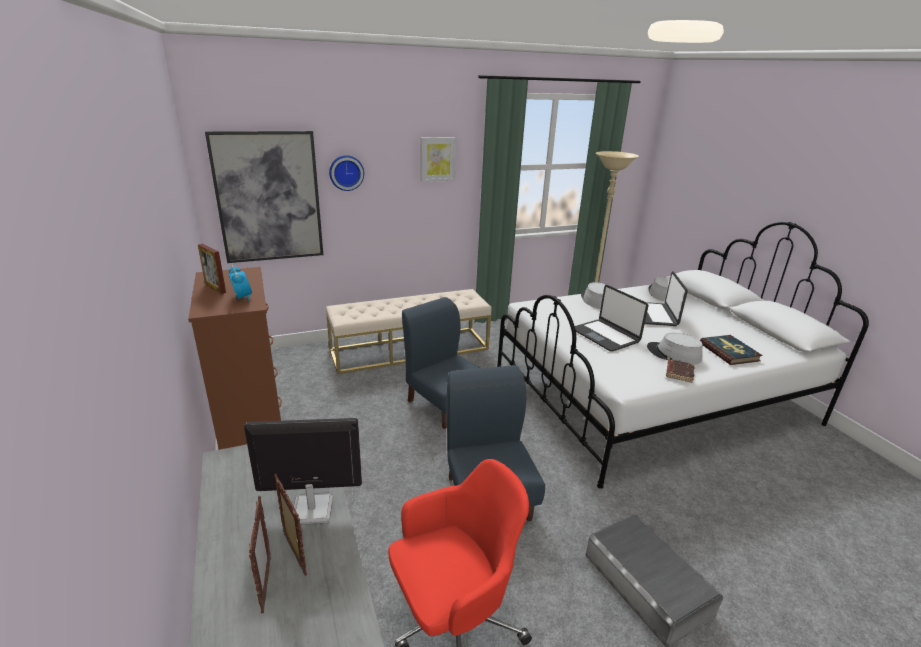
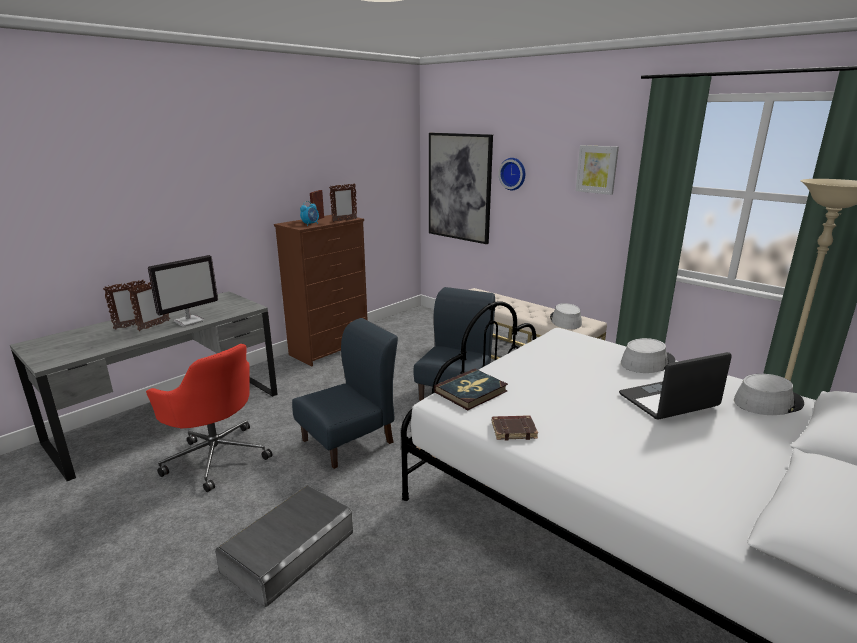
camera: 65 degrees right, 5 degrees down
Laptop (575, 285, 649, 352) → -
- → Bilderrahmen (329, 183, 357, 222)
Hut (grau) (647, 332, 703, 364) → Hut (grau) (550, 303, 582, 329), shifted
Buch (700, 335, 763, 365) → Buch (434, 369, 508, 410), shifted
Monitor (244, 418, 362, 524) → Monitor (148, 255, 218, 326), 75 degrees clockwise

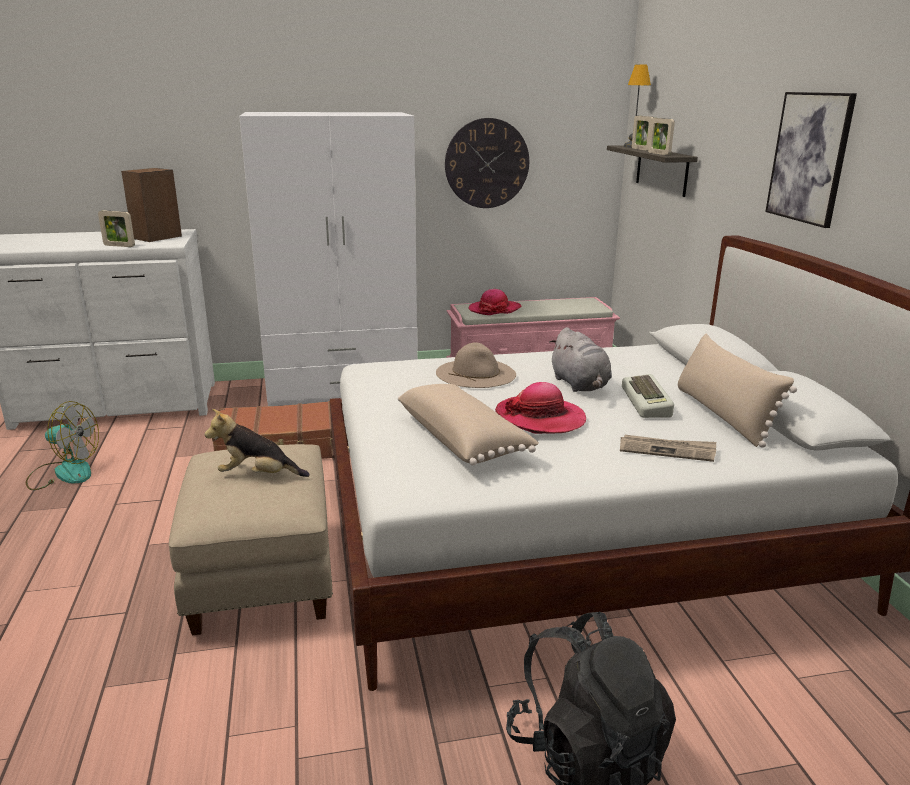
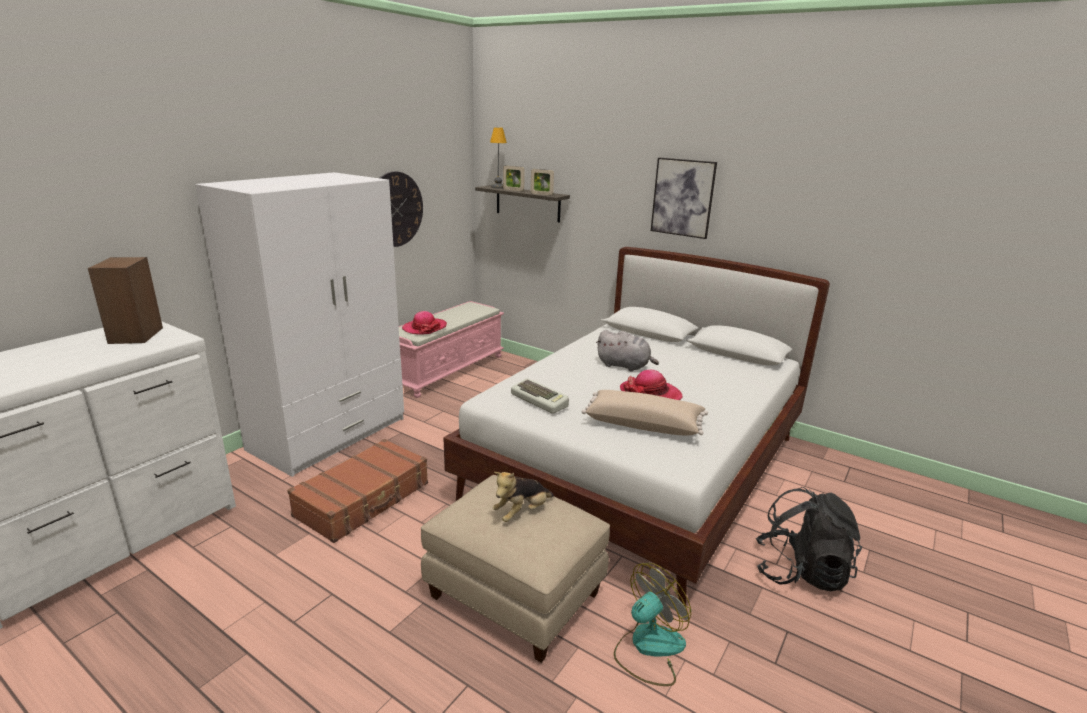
camera: 45 degrees left, 0 degrees up
Bilderrahmen (98, 210, 135, 247) → -
Hut (beige) (436, 342, 516, 388) → -
Zeitung (620, 435, 716, 462) → -
Kissen (beige) (678, 333, 797, 448) → -
Ventilator (26, 401, 99, 490) → Ventilator (614, 563, 691, 686), shifted
Tastatur (622, 374, 674, 418) → Tastatur (511, 378, 569, 414), shifted

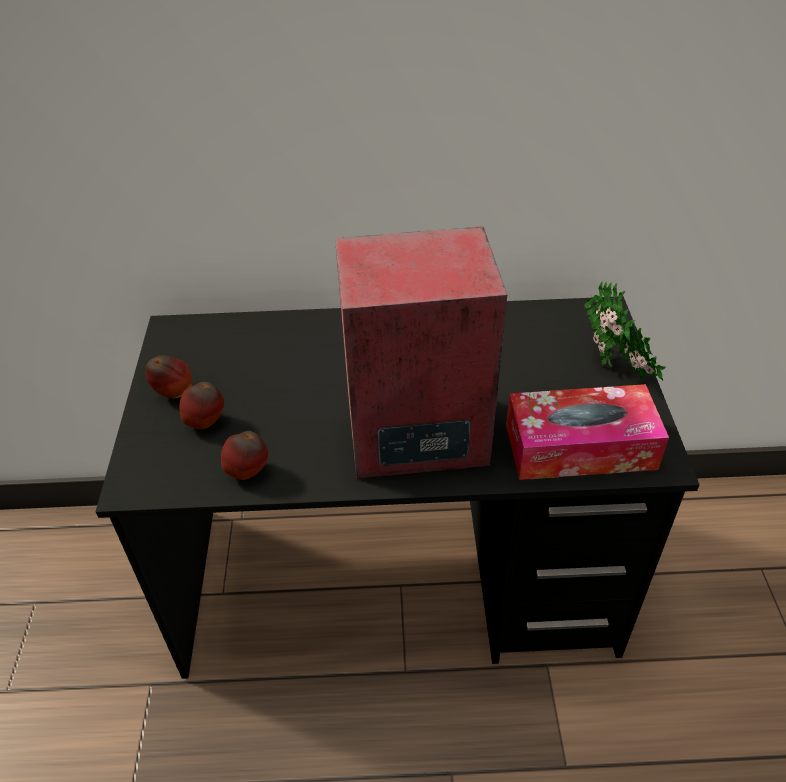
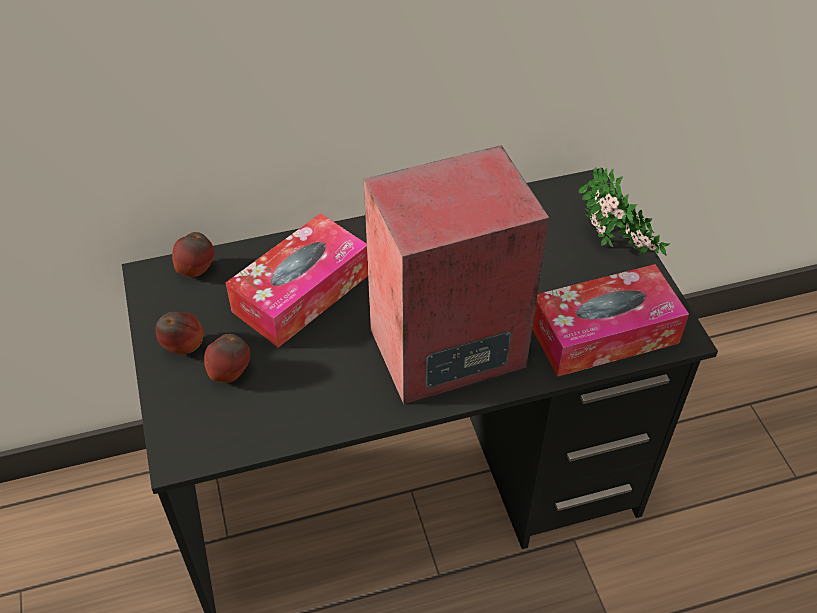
camera: 15 degrees left, 5 degrees up
- → Taschentuchbox (226, 213, 368, 348)
Apfel (221, 431, 268, 480) → Apfel (172, 232, 215, 277), shifted

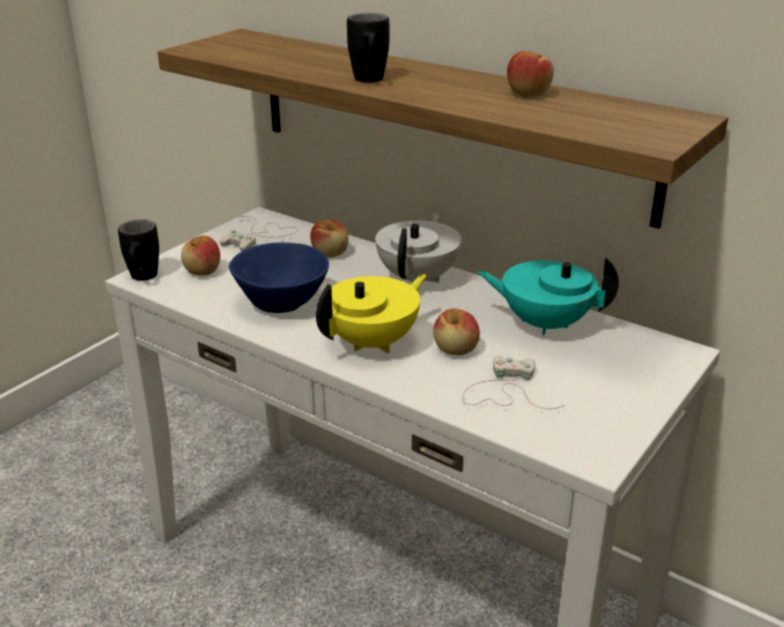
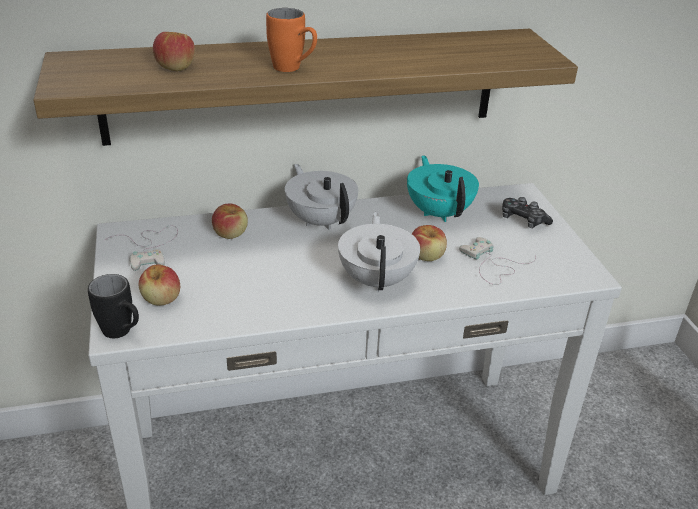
camera: 50 degrees left, 5 degrees up
Schüssel (blau) (229, 242, 329, 313) → -
- → Gamepad (502, 197, 553, 228)
Apfel (507, 51, 554, 97) → Apfel (153, 32, 195, 71), shifted
Teekanne (gelb) (316, 274, 427, 353) → Teekanne (weiß) (338, 212, 420, 292)
Henkelbecher (schwarz) (347, 13, 389, 82) → Henkelbecher (orange) (266, 8, 317, 72)
Teekanne (türkis) (478, 257, 619, 335) → Teekanne (türkis) (407, 155, 479, 222), 105 degrees clockwise

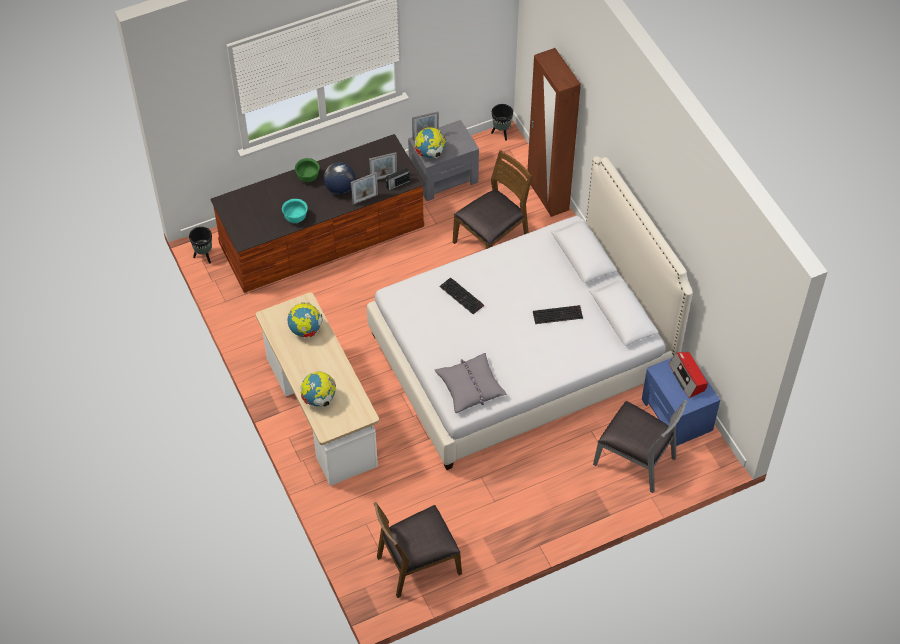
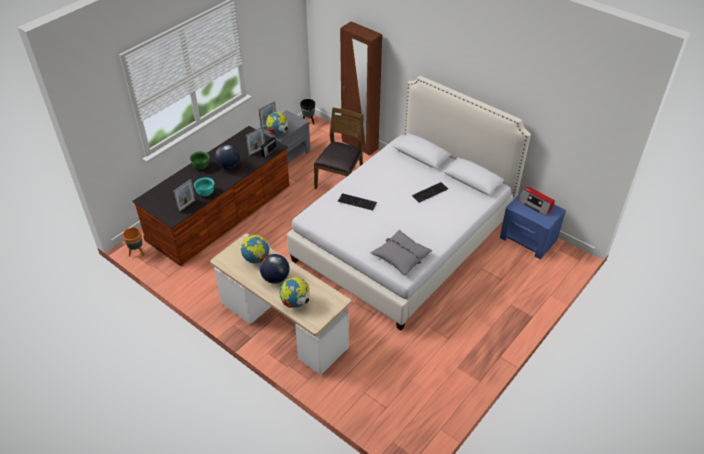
camera: 25 degrees left, 10 degrees down
Stuhl (braun) (373, 502, 462, 598) → -
Stuhl (grau) (593, 399, 688, 493) → -
- → Globus (260, 254, 289, 283)
Bilderrahmen (351, 172, 378, 205) → Bilderrahmen (173, 179, 196, 212), shifted
Pflanzkübel (schwarz) (189, 227, 212, 264) → Pflanzkübel (orange) (122, 227, 145, 257)

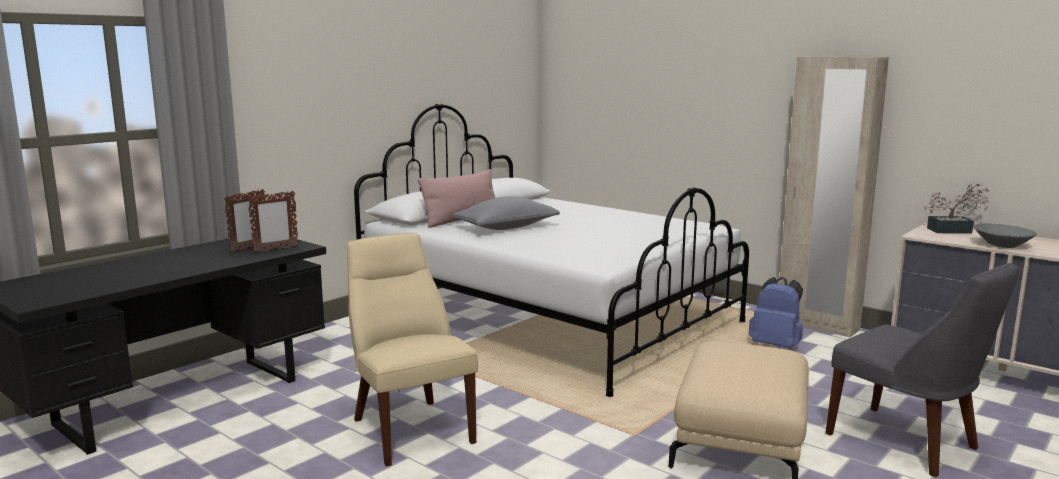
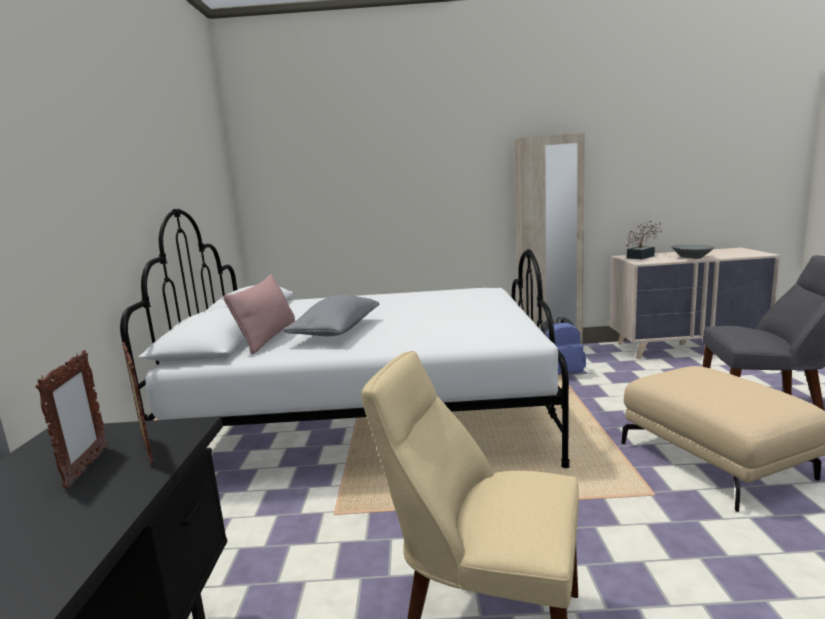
camera: 40 degrees left, 0 degrees up
Bilderrahmen (248, 191, 299, 253) → Bilderrahmen (122, 342, 154, 465), 45 degrees counterclockwise

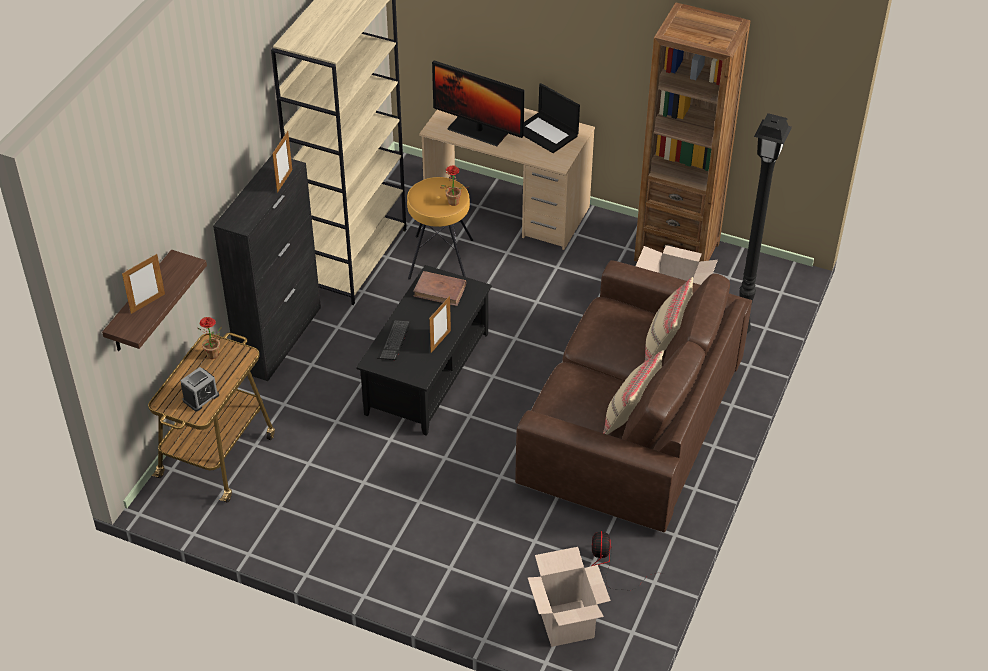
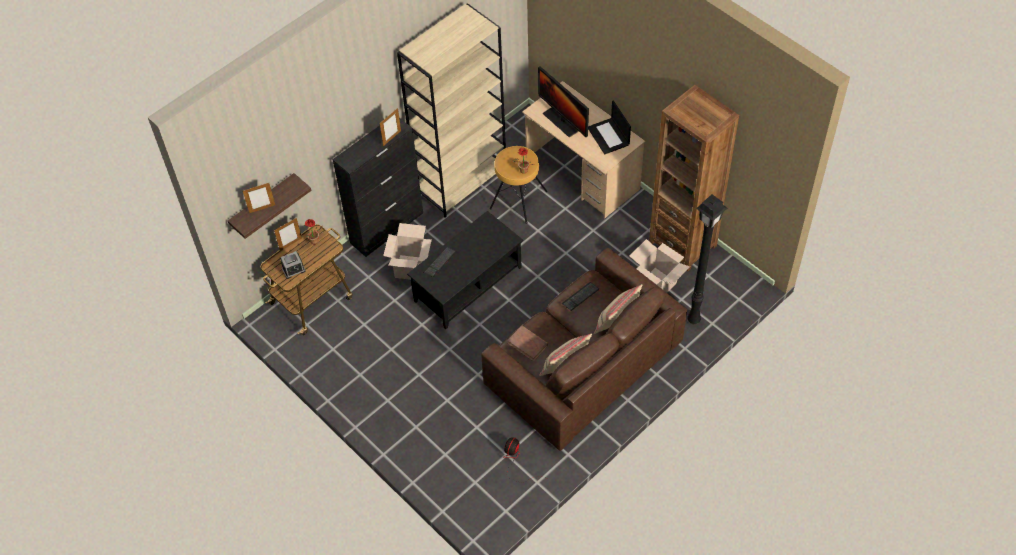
camera: 25 degrees right, 10 degrees up
- → Tastatur (562, 282, 599, 311)
Buch (braun) (413, 271, 466, 306) → Buch (braun) (507, 326, 548, 362), shifted
Bilderrahmen (429, 296, 451, 353) → Bilderrahmen (274, 218, 302, 251), shifted
Karton (528, 547, 611, 647) → Karton (383, 223, 432, 280), shifted

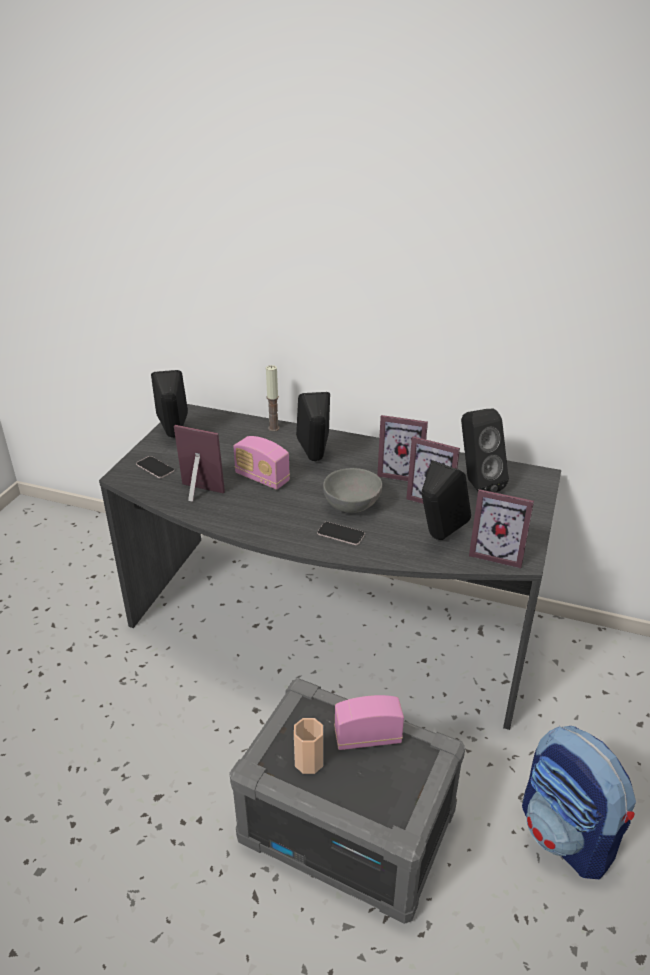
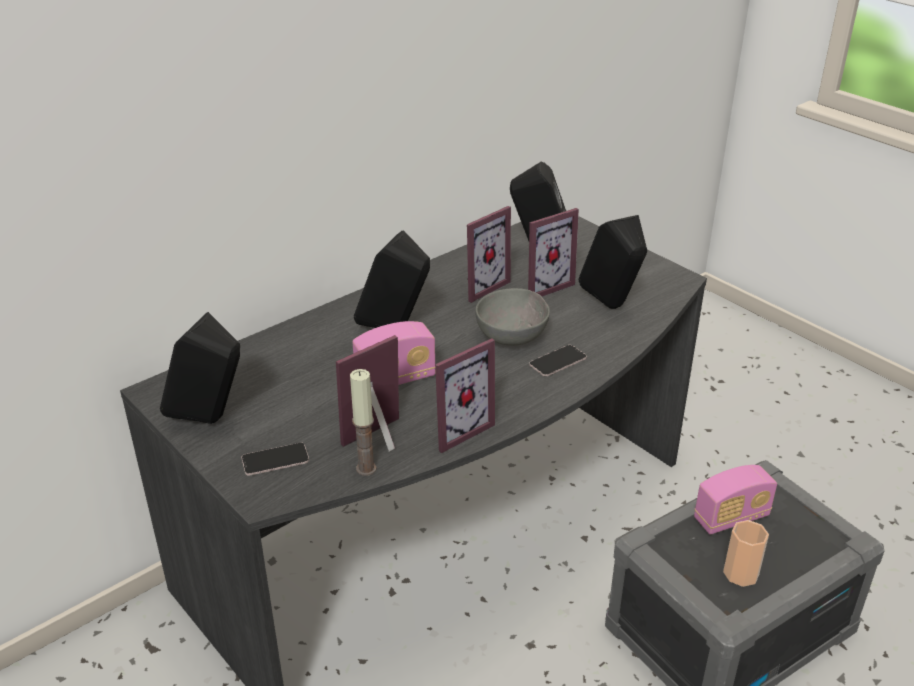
camera: 60 degrees left, 0 degrees up
Rucksack (522, 726, 636, 879) → -
Kerze (266, 365, 280, 431) → Kerze (350, 369, 377, 476), shifted
Bilderrahmen (469, 489, 534, 568) → Bilderrahmen (435, 338, 495, 453), shifted
Radio (334, 695, 404, 750) → Radio (694, 465, 777, 535), 135 degrees counterclockwise

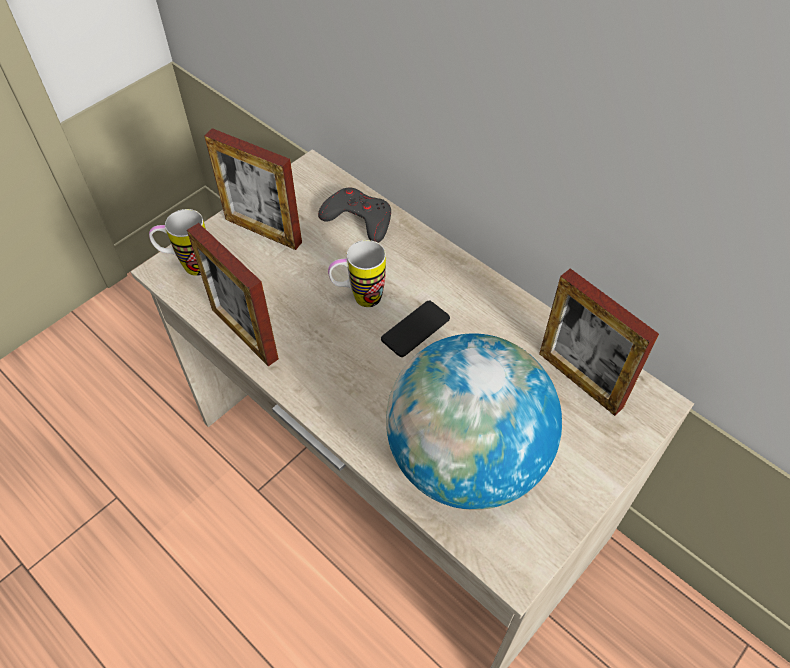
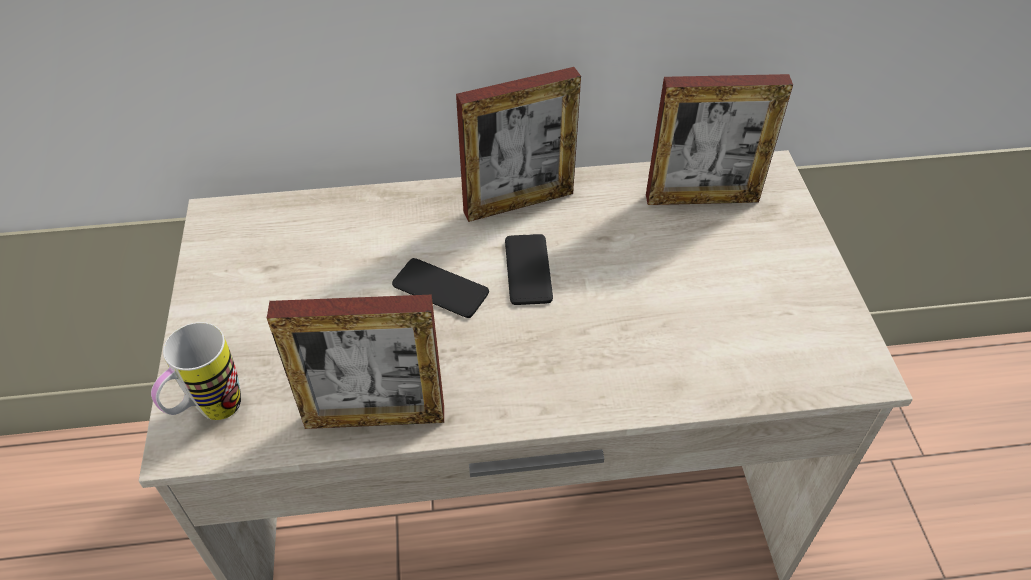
camera: 50 degrees left, 5 degrees down
Gamepad (grau) (318, 188, 391, 243) → -
Globus (386, 333, 562, 510) → -
Bilderrahmen (204, 128, 302, 250) → Bilderrahmen (456, 67, 581, 222), shifted
Henkelbecher (328, 240, 386, 307) → Handy (392, 258, 489, 318)

